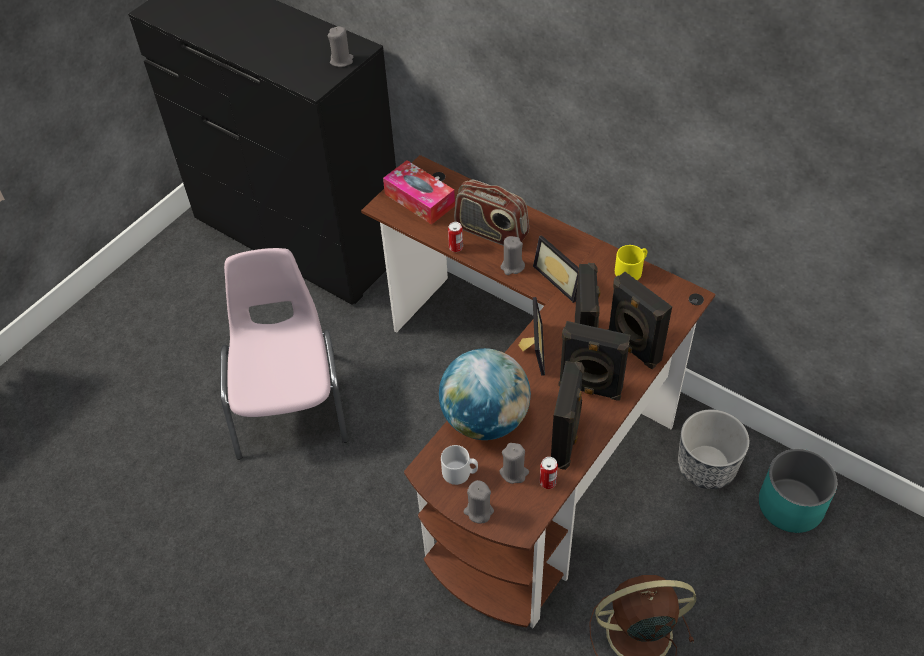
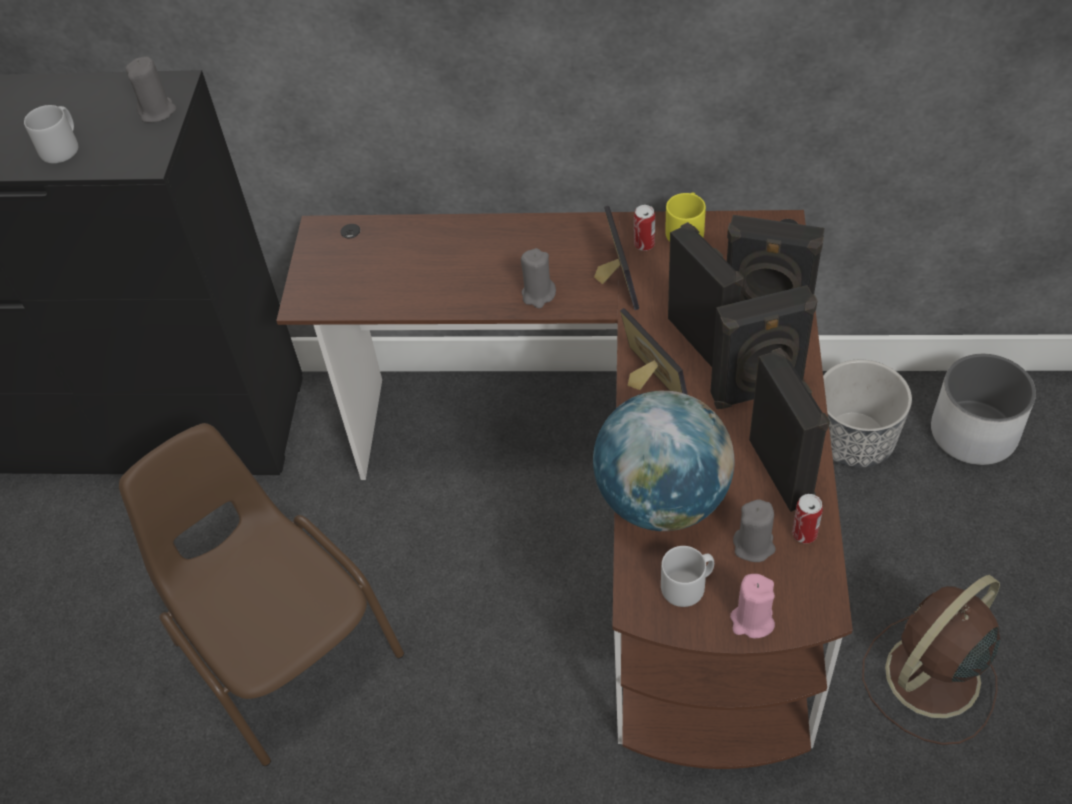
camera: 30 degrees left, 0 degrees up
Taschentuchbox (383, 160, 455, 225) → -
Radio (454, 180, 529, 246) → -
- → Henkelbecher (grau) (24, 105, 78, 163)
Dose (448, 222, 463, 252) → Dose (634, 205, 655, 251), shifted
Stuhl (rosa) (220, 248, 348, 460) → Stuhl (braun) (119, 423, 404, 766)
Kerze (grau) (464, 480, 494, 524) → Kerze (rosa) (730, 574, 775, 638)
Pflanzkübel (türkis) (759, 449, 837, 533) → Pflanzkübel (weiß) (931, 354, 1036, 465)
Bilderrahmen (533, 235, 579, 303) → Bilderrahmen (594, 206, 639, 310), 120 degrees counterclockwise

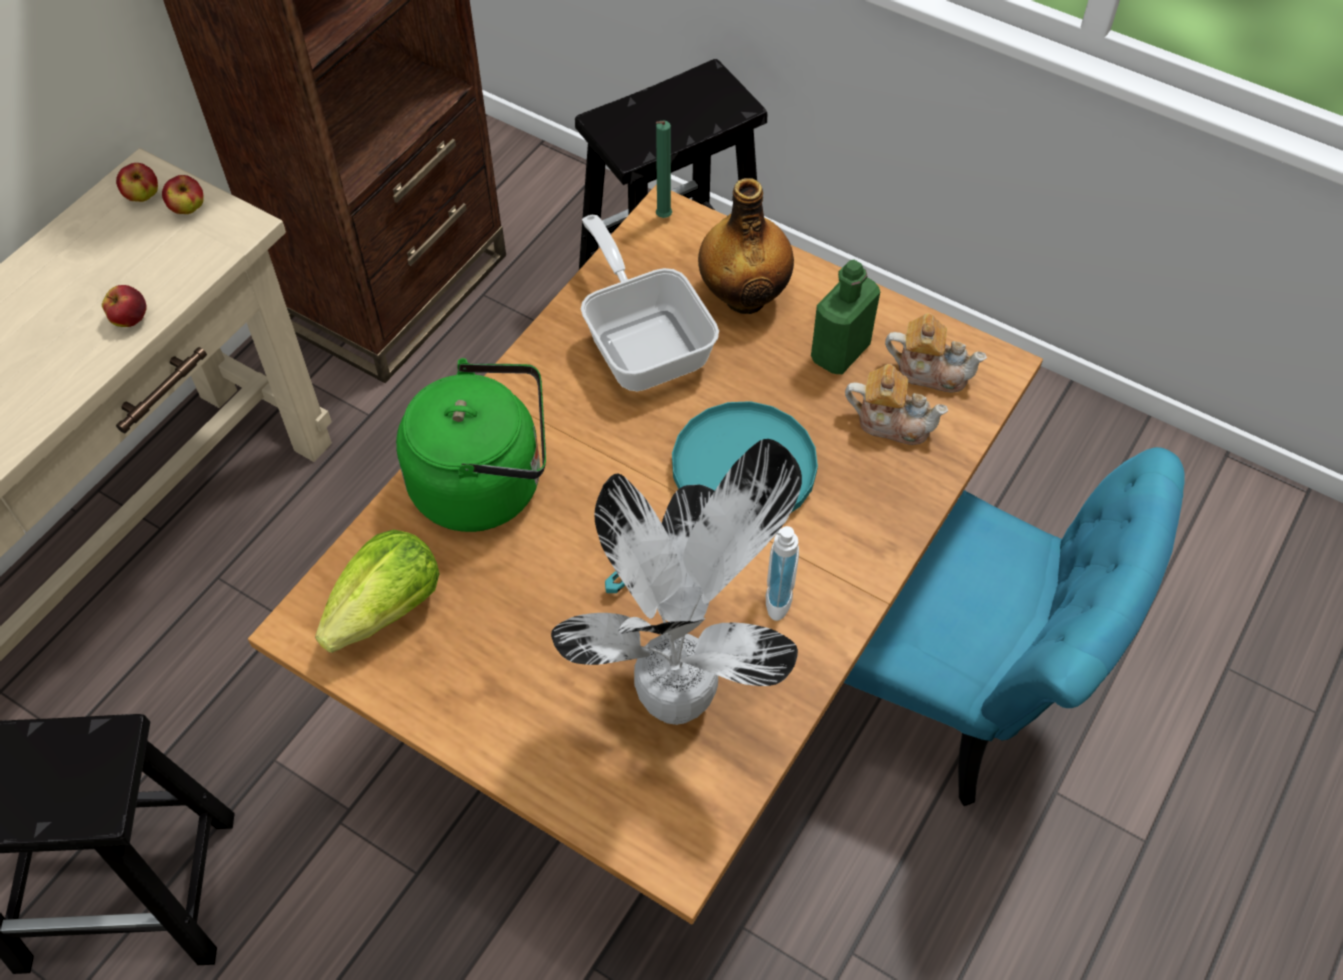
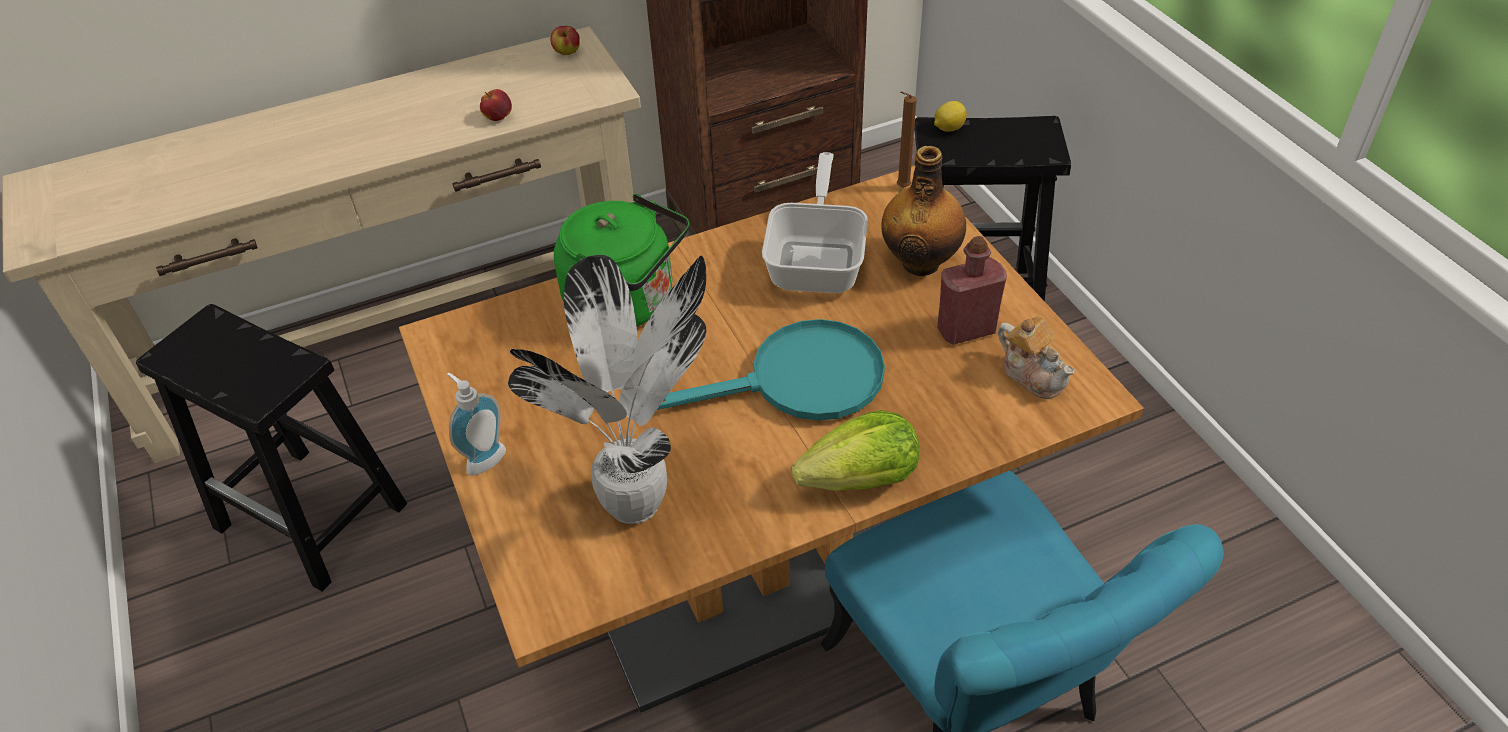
camera: 35 degrees right, 10 degrees down
Apfel (162, 175, 204, 214) → -
Teekanne (845, 364, 948, 445) → -
- → Zitrone (934, 101, 967, 132)
Salatkopf (315, 529, 440, 653) → Salatkopf (792, 410, 919, 491), shifted
Seifenspender (766, 526, 799, 621) → Seifenspender (447, 373, 506, 475), shifted
Kerze (grün) (656, 120, 672, 218) → Kerze (braun) (897, 91, 917, 188)
Flasche (grün) (811, 260, 880, 374) → Flasche (rot) (937, 236, 1007, 345)

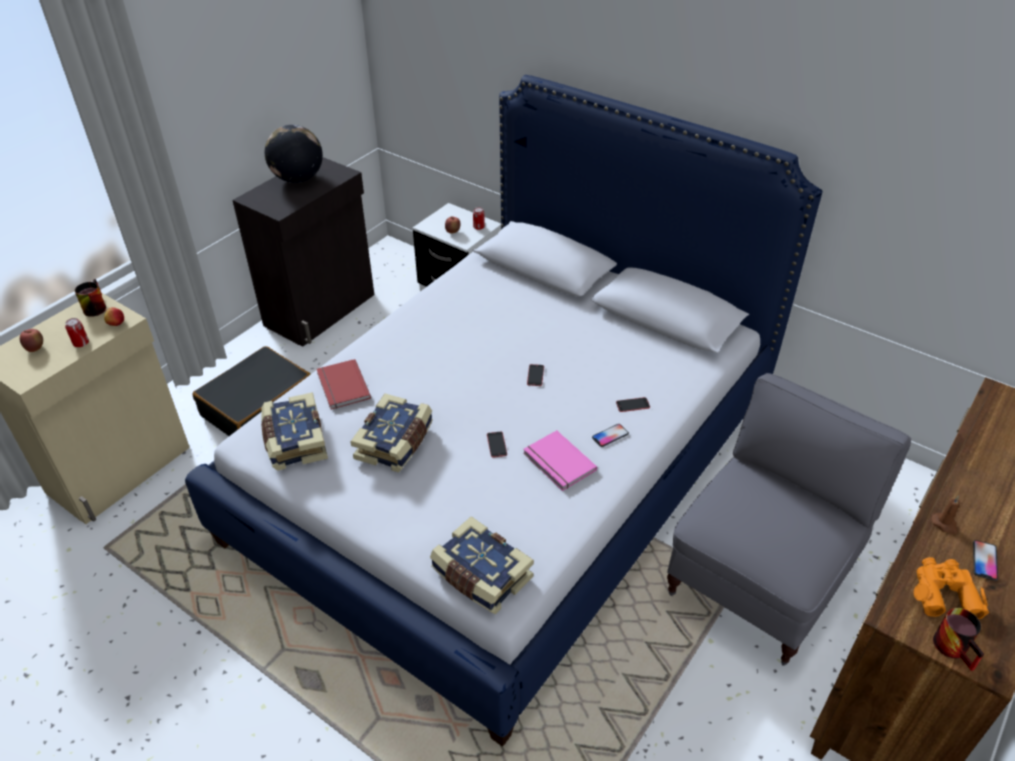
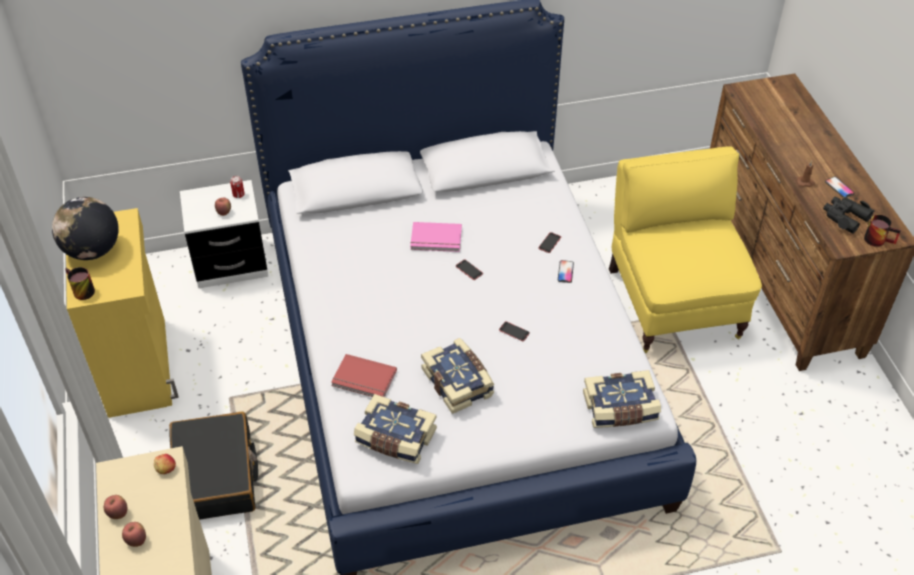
camera: 50 degrees left, 5 degrees up
Dose (65, 318, 89, 347) → -
- → Apfel (104, 495, 127, 519)
Henkelbecher (75, 279, 106, 317) → Henkelbecher (65, 267, 95, 300), shifted
Buch (rosa) (523, 430, 597, 491) → Buch (rosa) (410, 222, 462, 252), shifted
Schrank (schwarz) (232, 157, 374, 347) → Schrank (gelb) (66, 208, 179, 418)
Sessel (grau) (667, 373, 911, 666) → Sessel (gelb) (609, 146, 762, 353)
Fernglas (orange) (914, 557, 989, 619) → Fernglas (schwarz) (823, 197, 875, 234)

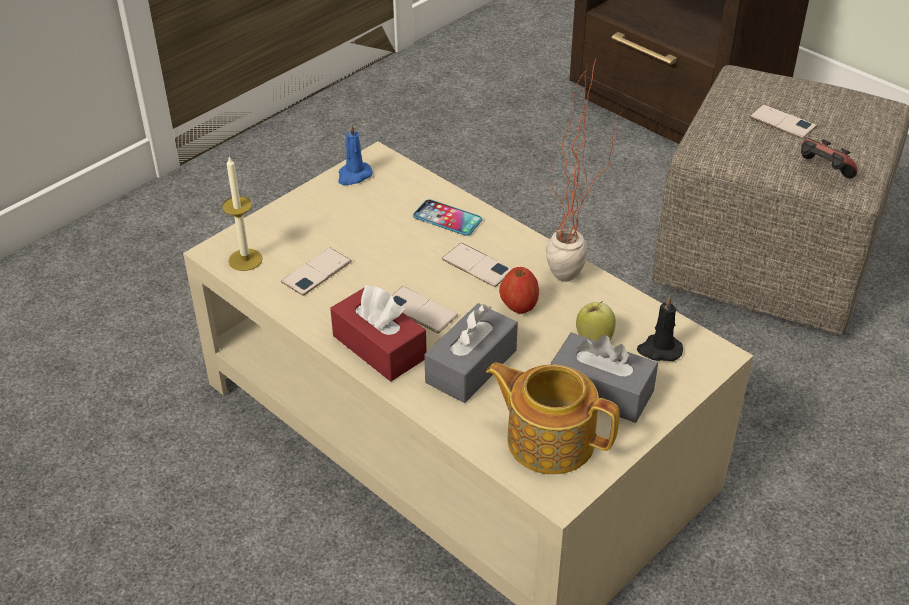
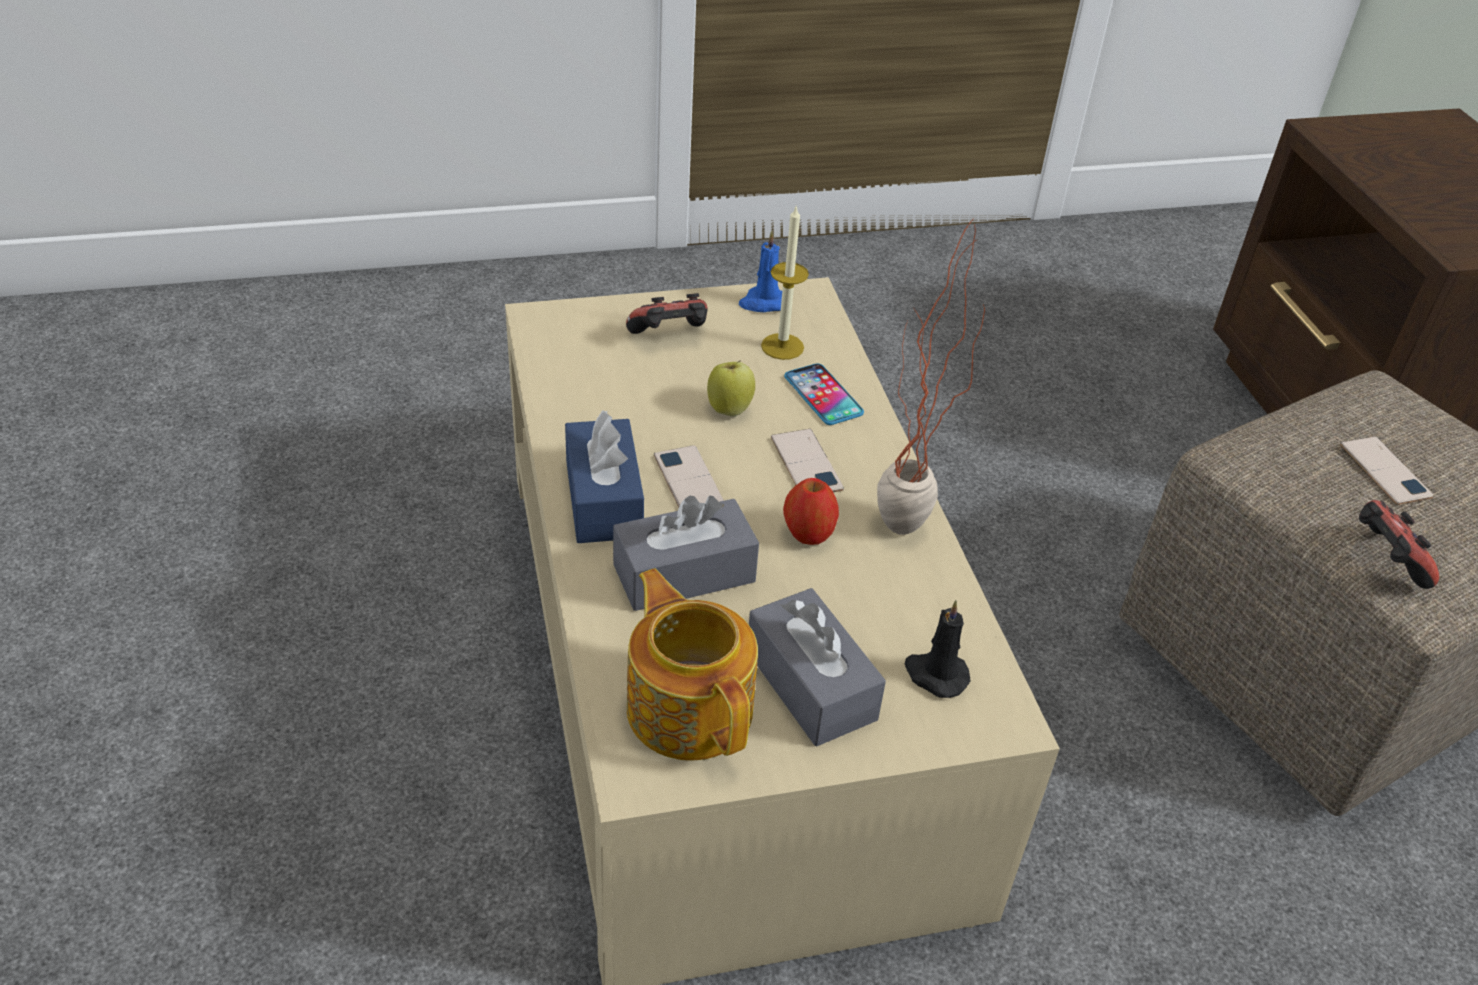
camera: 30 degrees right, 0 degrees up
Handy (281, 248, 352, 296) → -
- → Gamepad (626, 293, 708, 334)
Kerze (222, 156, 263, 271) → Kerze (761, 207, 809, 360), shifted
Apfel (576, 301, 616, 341) → Apfel (707, 360, 755, 417), shifted
Taschentuchbox (rot) (330, 285, 427, 381) → Taschentuchbox (blau) (565, 410, 644, 543)

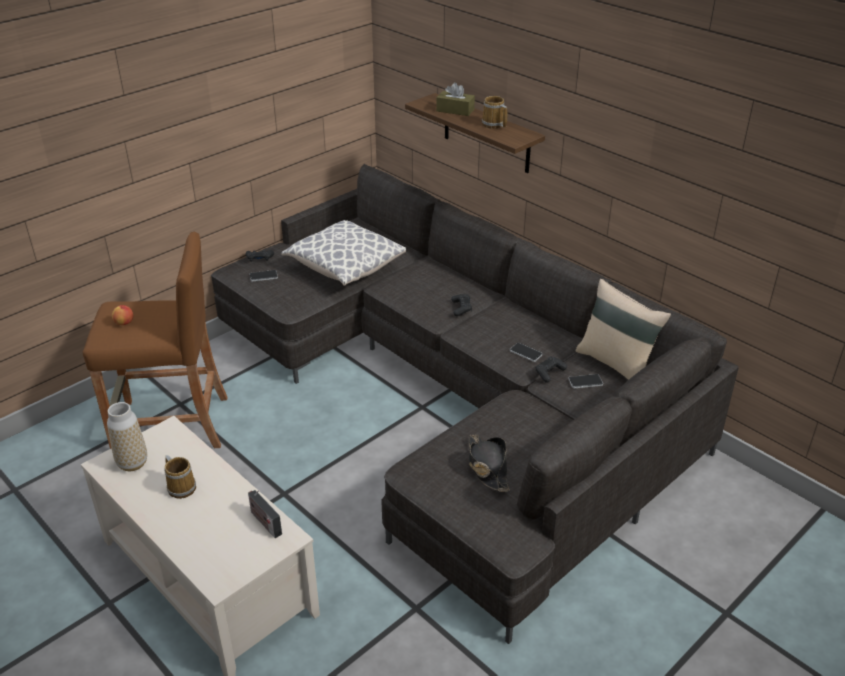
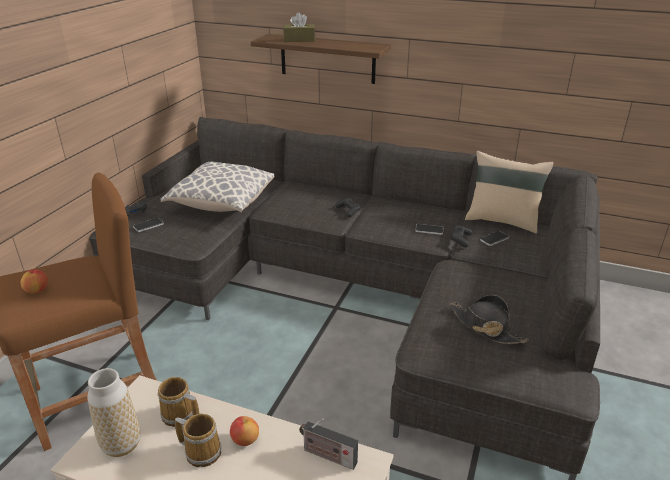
camera: 25 degrees left, 5 degrees down
- → Apfel (230, 416, 259, 446)
Henkelbecher (482, 96, 508, 129) → Henkelbecher (158, 377, 199, 427), shifted

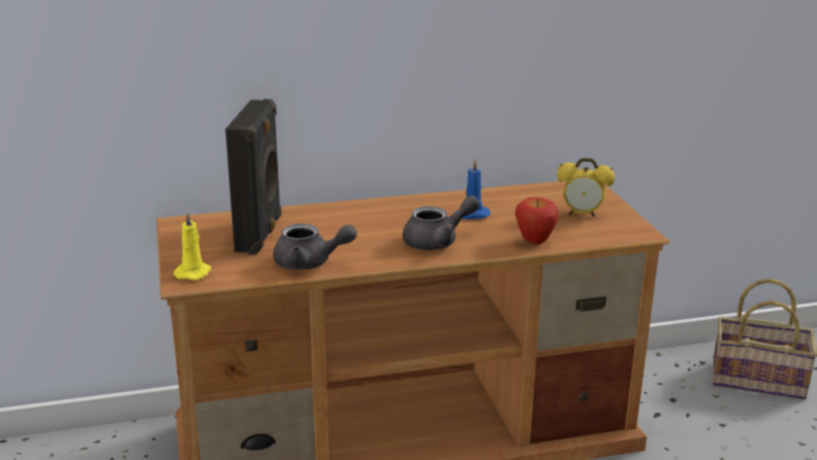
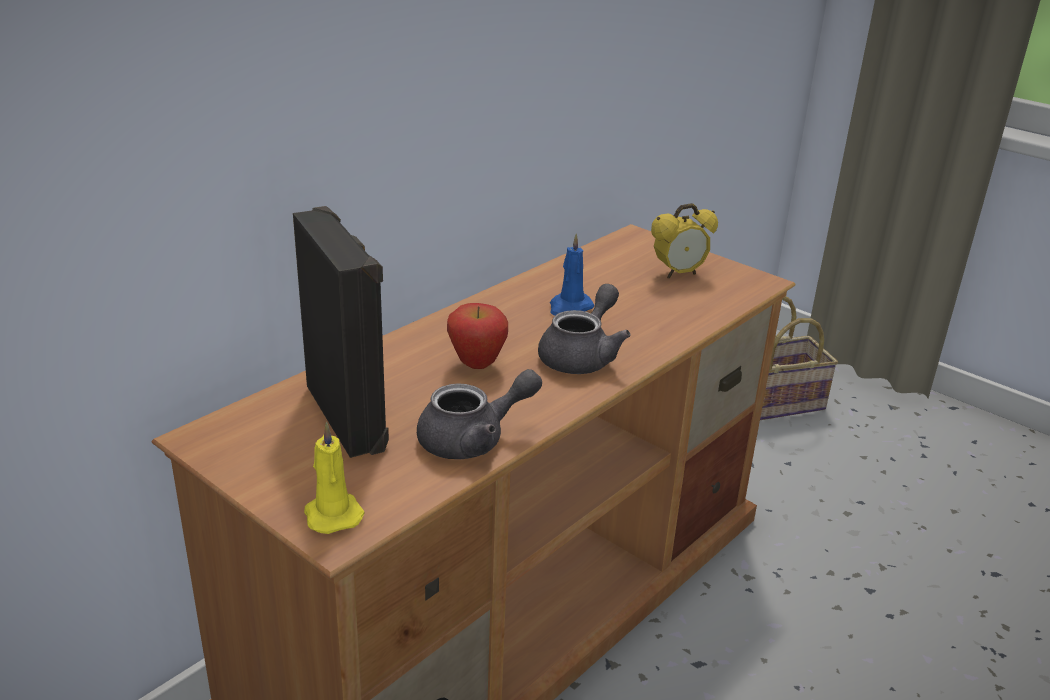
camera: 35 degrees left, 5 degrees up
Apfel (515, 197, 559, 245) → Apfel (447, 303, 508, 369), shifted

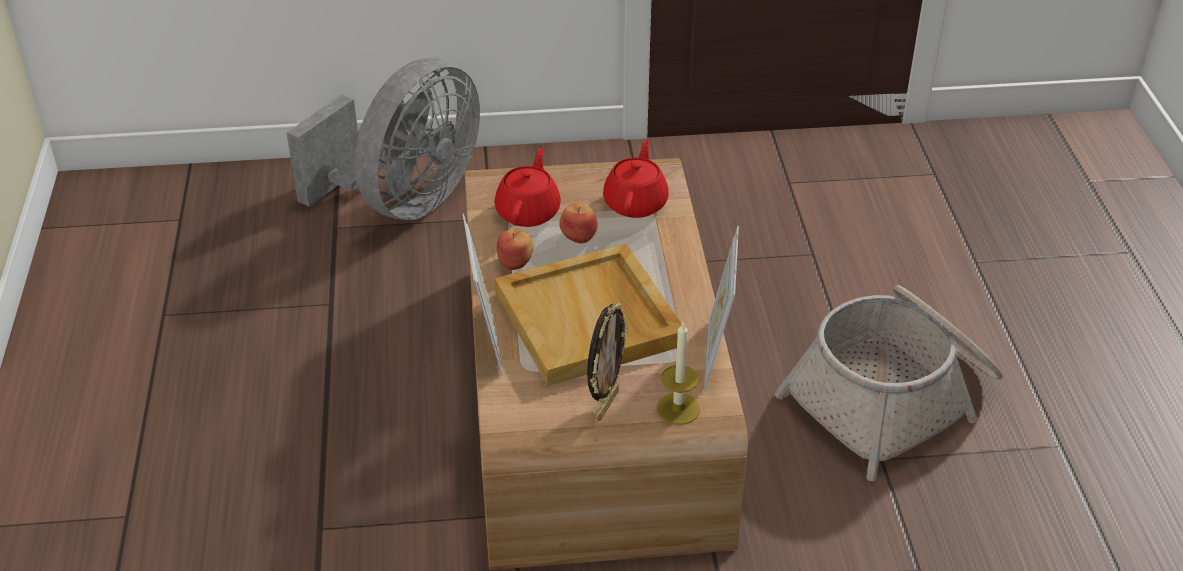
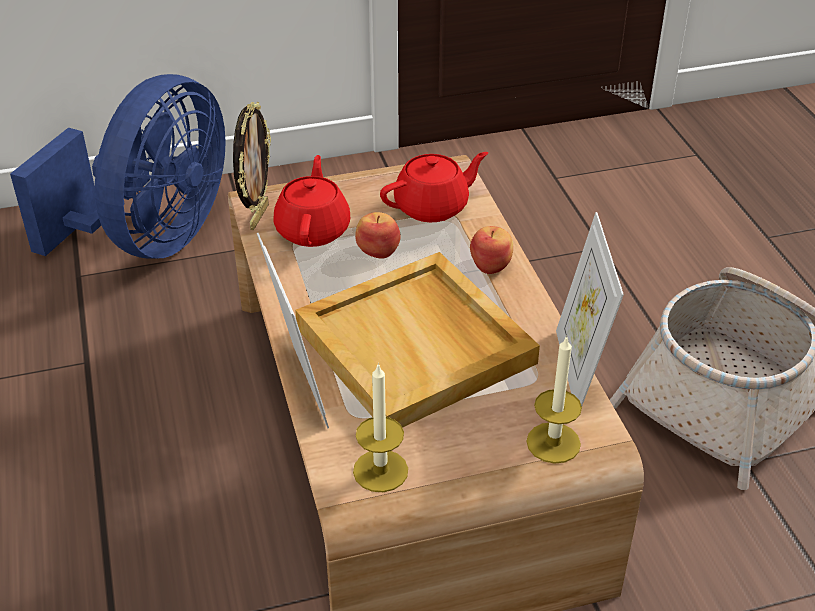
camera: 10 degrees left, 0 degrees up
- → Kerze (353, 363, 408, 492)
Apfel (497, 229, 534, 270) → Apfel (470, 226, 513, 274), shifted
Bilderrahmen (587, 302, 628, 421) → Bilderrahmen (233, 102, 271, 230), shifted
Ventilator (grau) (286, 58, 480, 220) → Ventilator (blau) (10, 74, 226, 259)
Teekanne (rot) (603, 140, 669, 218) → Teekanne (rot) (380, 152, 488, 222), 60 degrees clockwise

